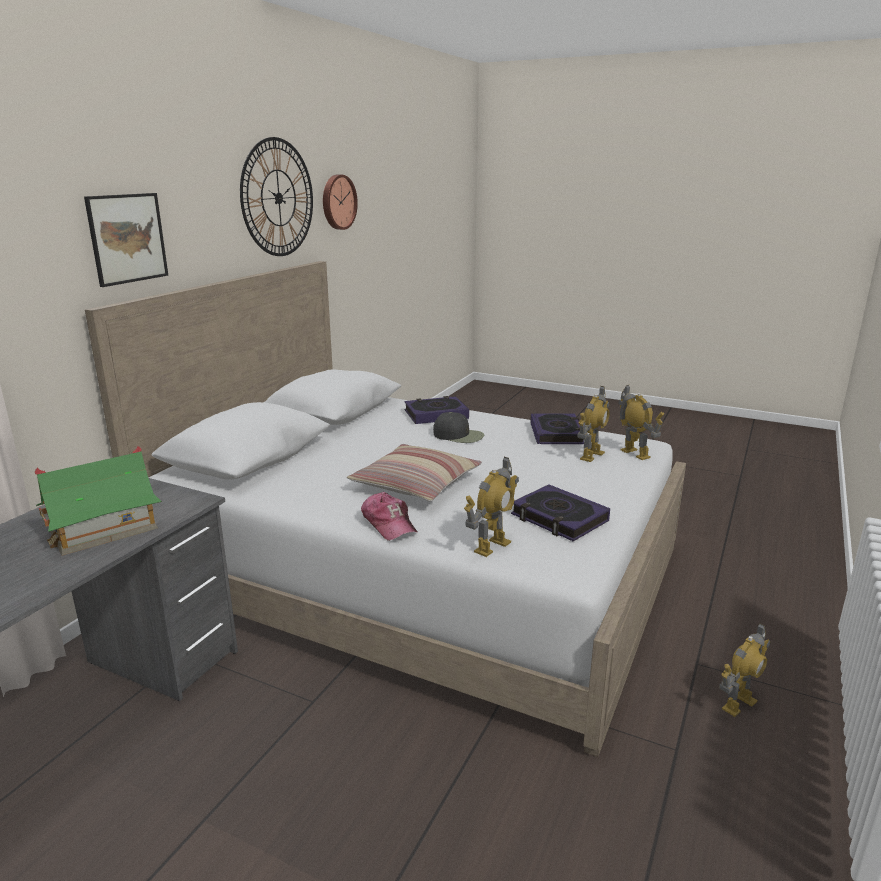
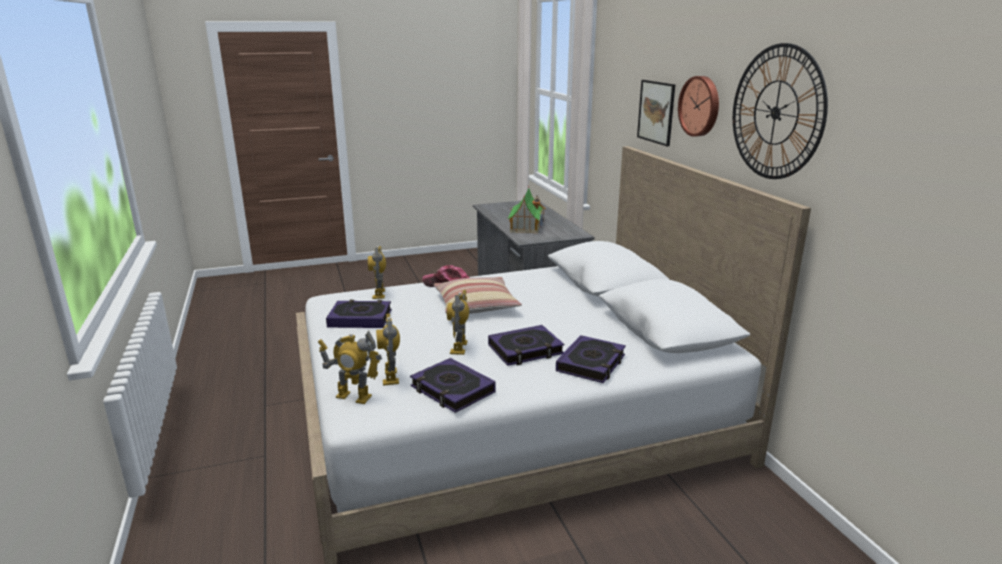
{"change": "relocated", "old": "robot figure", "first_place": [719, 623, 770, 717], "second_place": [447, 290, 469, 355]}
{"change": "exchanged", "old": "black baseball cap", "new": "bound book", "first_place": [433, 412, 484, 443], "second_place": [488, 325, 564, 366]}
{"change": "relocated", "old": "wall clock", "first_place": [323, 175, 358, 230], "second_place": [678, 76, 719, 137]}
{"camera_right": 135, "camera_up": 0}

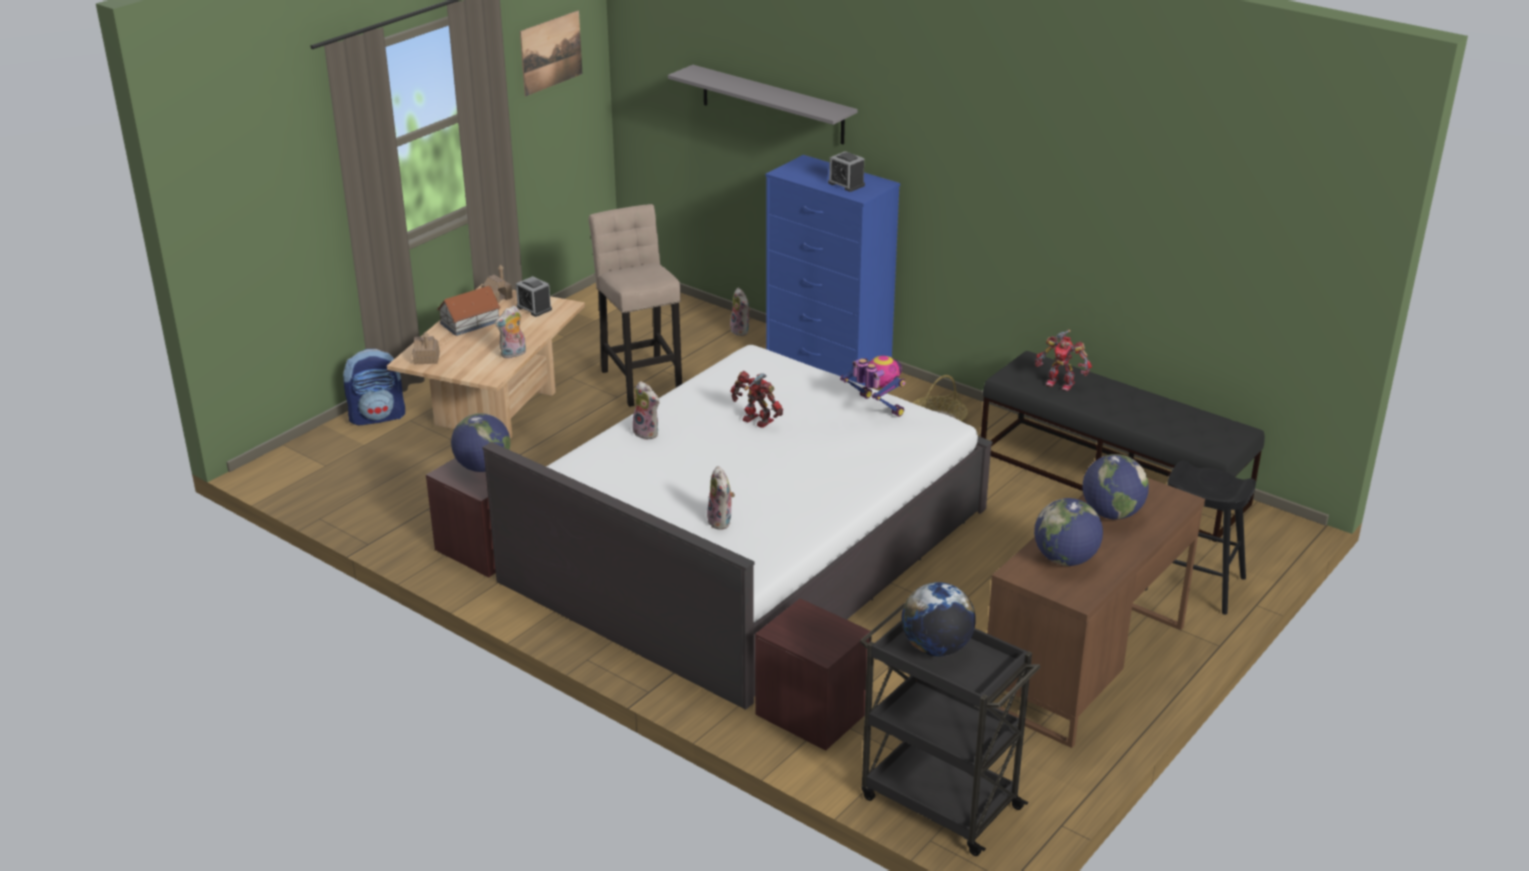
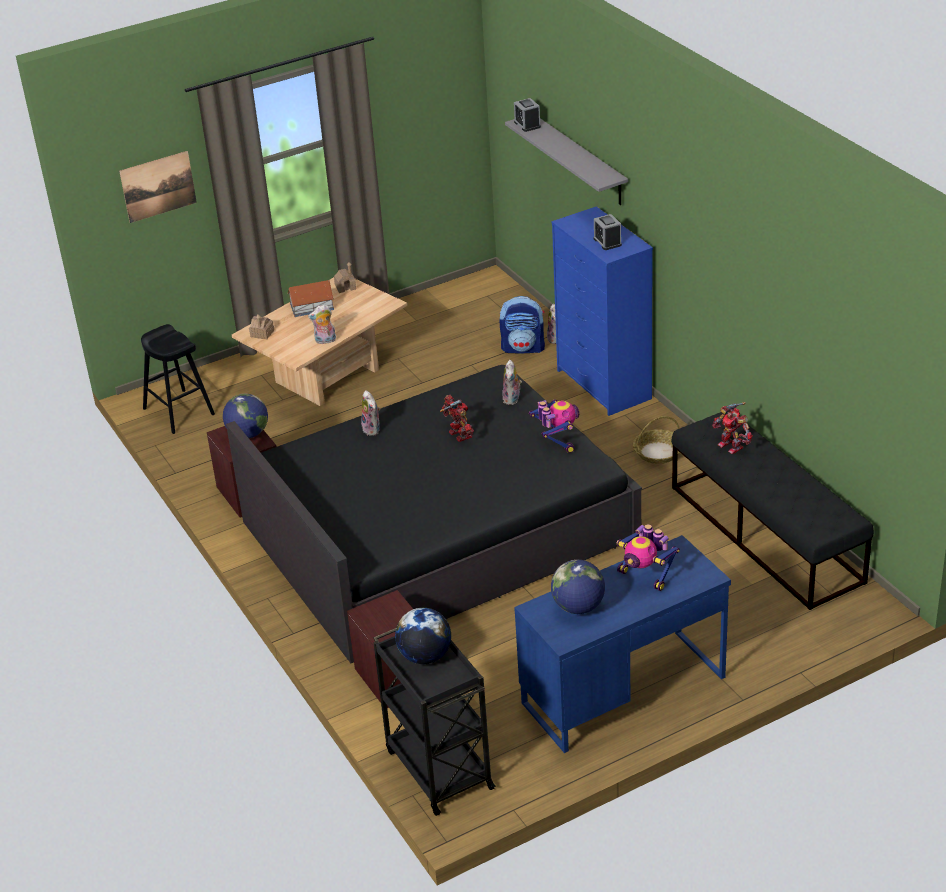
{"change": "relocated", "old": "wall picture", "first_place": [520, 11, 582, 96], "second_place": [119, 151, 197, 223]}
{"change": "relocated", "old": "black stool", "first_place": [1145, 461, 1256, 615], "second_place": [141, 324, 215, 434]}
{"change": "colour", "old": "white sleeping bed", "new": "black sleeping bed", "first_place": [482, 345, 993, 710], "second_place": [226, 365, 642, 663]}
{"change": "relocated", "old": "backpack", "first_place": [343, 349, 405, 426], "second_place": [500, 296, 545, 353]}
{"change": "relocated", "old": "cuddly toy", "first_place": [707, 466, 735, 530], "second_place": [502, 360, 522, 405]}
{"change": "relocated", "old": "table clock", "first_place": [516, 276, 552, 317], "second_place": [514, 98, 541, 132]}
{"change": "colour", "old": "brown desk", "new": "bluish desk", "first_place": [987, 478, 1205, 748], "second_place": [514, 535, 731, 753]}
{"change": "exchanged", "old": "globe", "new": "robot figure", "first_place": [1083, 454, 1149, 520], "second_place": [617, 524, 680, 591]}
{"change": "missing", "old": "beige stool", "first_place": [589, 204, 682, 407]}
{"camera_right": 25, "camera_up": 5}

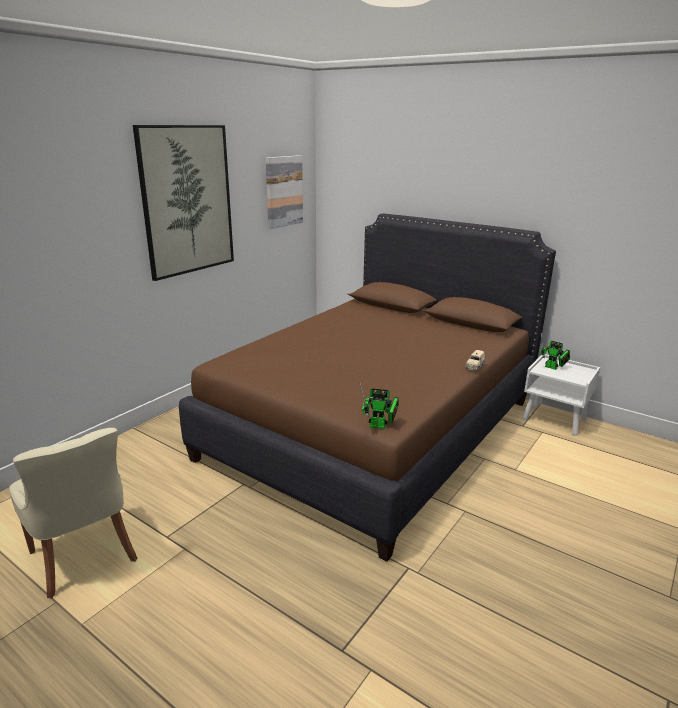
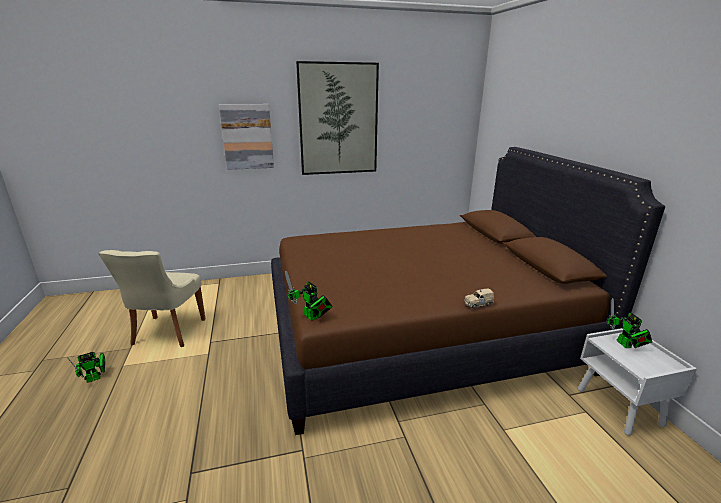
{"change": "appeared", "new": "robot figure", "second_place": [67, 352, 105, 383]}
{"change": "relocated", "old": "wall picture", "first_place": [266, 155, 303, 229], "second_place": [219, 104, 274, 170]}
{"camera_right": 40, "camera_up": 0}

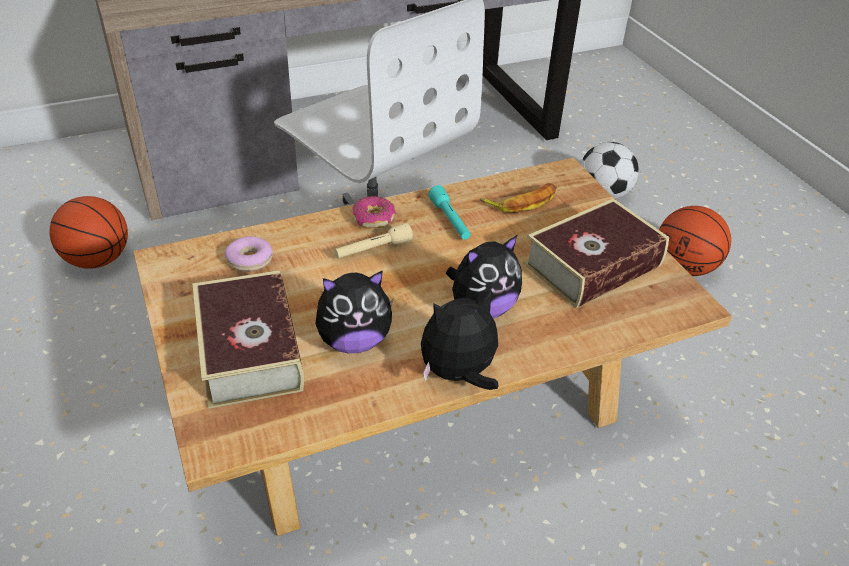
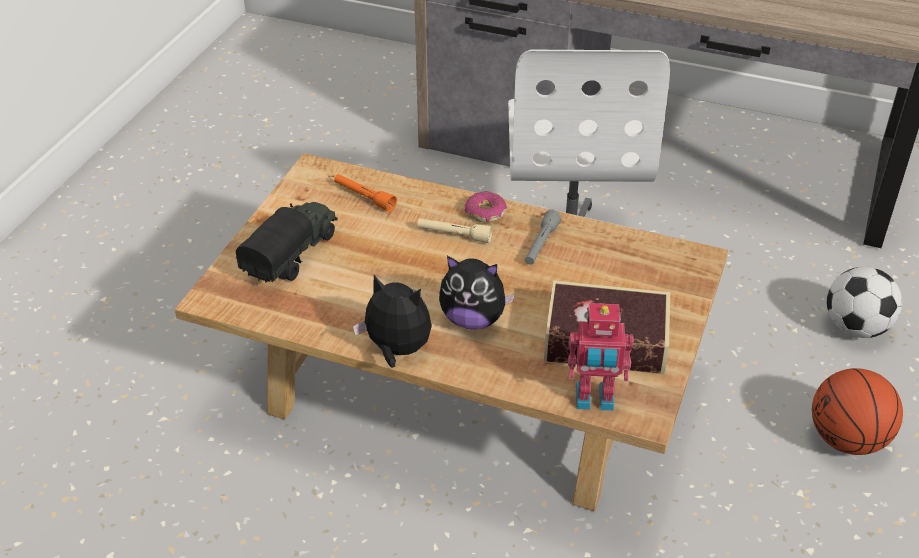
{"change": "exchanged", "old": "bound book", "new": "toy lorry", "first_place": [193, 270, 304, 409], "second_place": [236, 202, 338, 282]}
{"change": "exchanged", "old": "donut", "new": "orange-coloured flashlight", "first_place": [225, 236, 273, 272], "second_place": [334, 174, 397, 212]}
{"change": "colour", "old": "turquoise-coloured flashlight", "new": "greyish flashlight", "first_place": [428, 185, 471, 240], "second_place": [525, 210, 562, 265]}
{"change": "appeared", "new": "robot figure", "second_place": [568, 303, 634, 411]}
{"change": "missing", "old": "basketball", "first_place": [49, 196, 128, 269]}
{"change": "missing", "old": "cuddly toy", "first_place": [315, 271, 393, 353]}
{"change": "missing", "old": "banana", "first_place": [480, 183, 557, 213]}
{"camera_right": 45, "camera_up": 0}

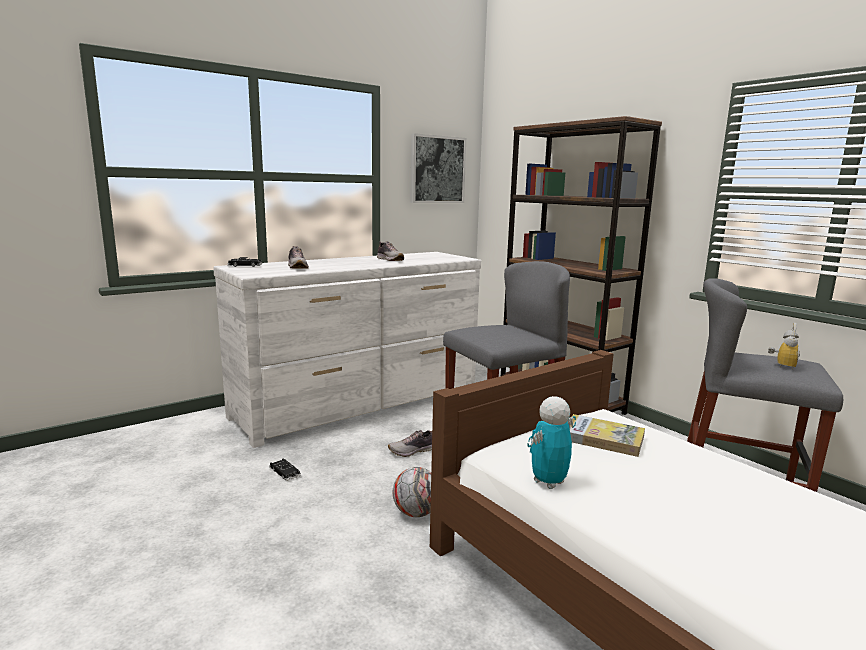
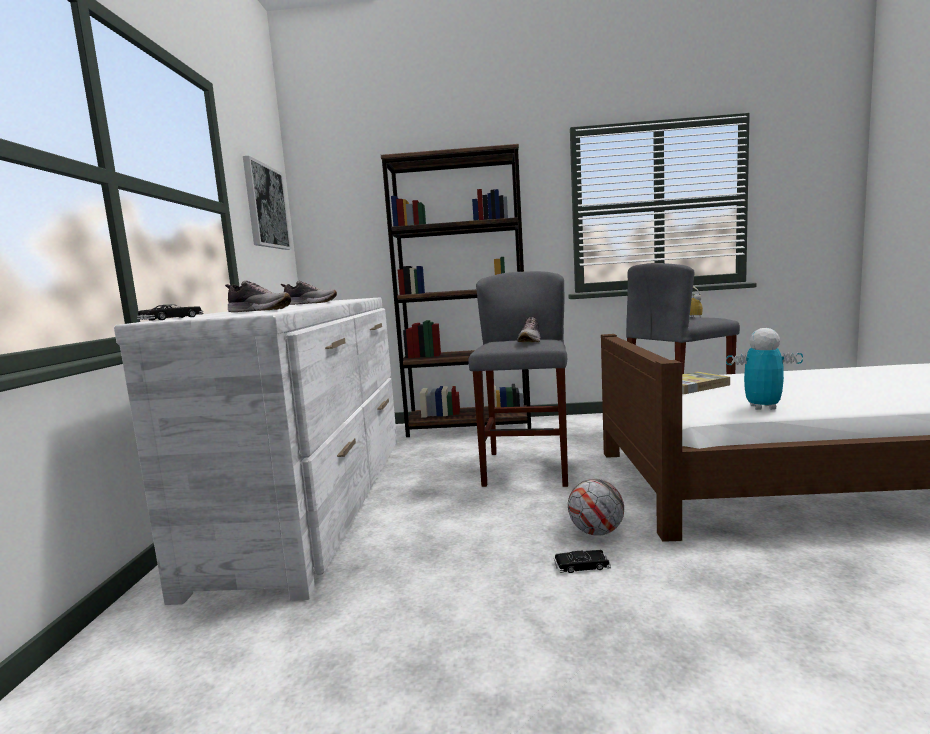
{"change": "relocated", "old": "low shoe", "first_place": [388, 430, 432, 457], "second_place": [517, 317, 541, 342]}
{"change": "relocated", "old": "black model car", "first_place": [269, 458, 301, 481], "second_place": [554, 550, 611, 573]}
{"change": "spun", "old": "robot figure", "first_place": [527, 396, 576, 489], "second_place": [726, 328, 803, 410], "degrees": 105}
{"camera_right": -50, "camera_up": -5}

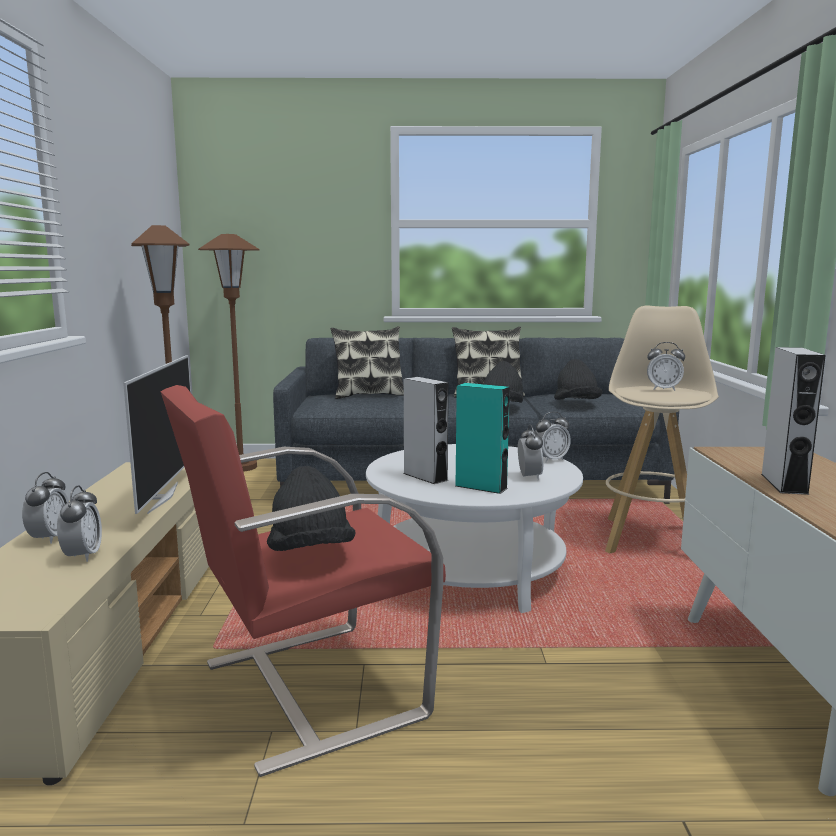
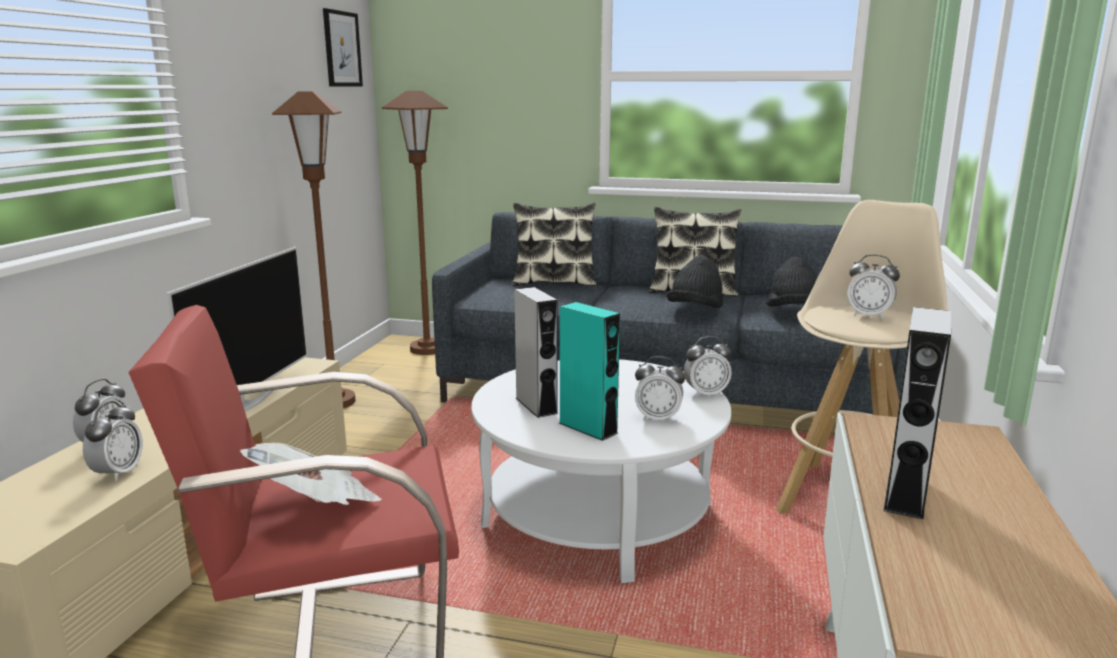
{"change": "exchanged", "old": "black hat", "new": "printed paper", "first_place": [267, 466, 356, 551], "second_place": [240, 443, 382, 505]}
{"change": "appeared", "new": "wall picture", "second_place": [323, 8, 363, 87]}
{"change": "spun", "old": "table clock", "first_place": [518, 424, 543, 480], "second_place": [635, 356, 685, 423], "degrees": 90}
{"camera_right": 15, "camera_up": 5}

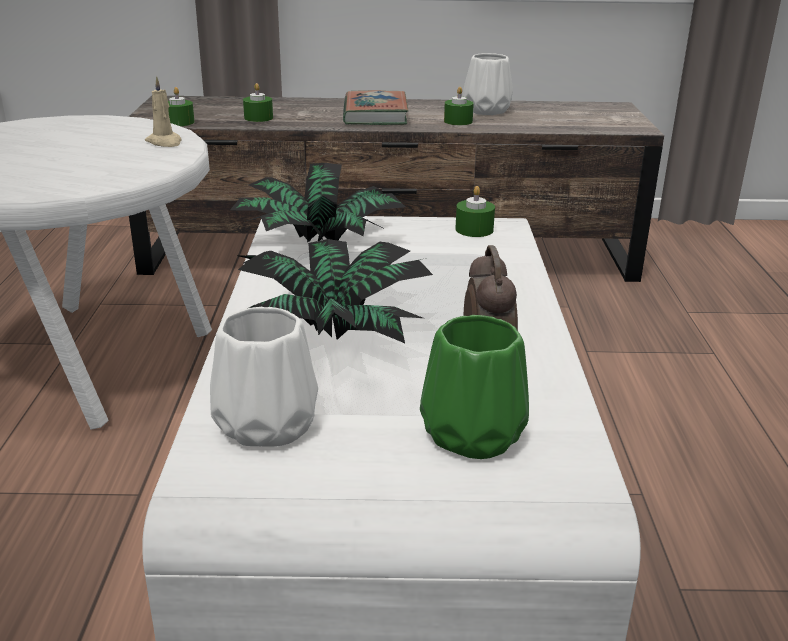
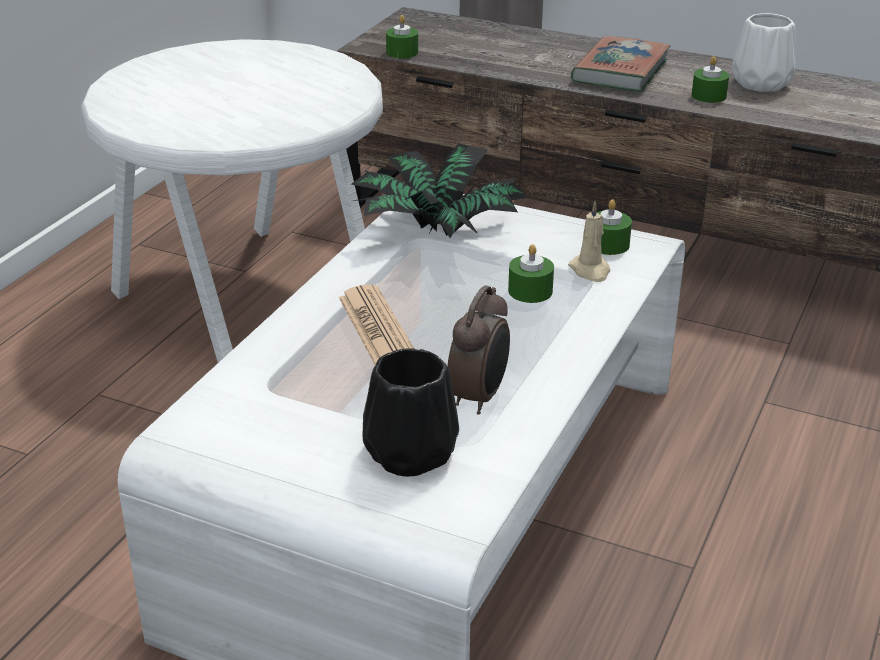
{"change": "exchanged", "old": "houseplant", "new": "printed paper", "first_place": [238, 239, 433, 343], "second_place": [339, 285, 414, 365]}
{"change": "colour", "old": "green vase", "new": "black vase", "first_place": [420, 315, 529, 459], "second_place": [362, 348, 459, 477]}
{"change": "relocated", "old": "green candle", "first_place": [243, 83, 273, 122], "second_place": [508, 244, 554, 303]}
{"change": "relocated", "old": "beige candle", "first_place": [145, 76, 182, 147], "second_place": [568, 201, 610, 282]}
{"change": "missing", "old": "white vase", "first_place": [210, 307, 318, 447]}
{"camera_right": 25, "camera_up": 5}

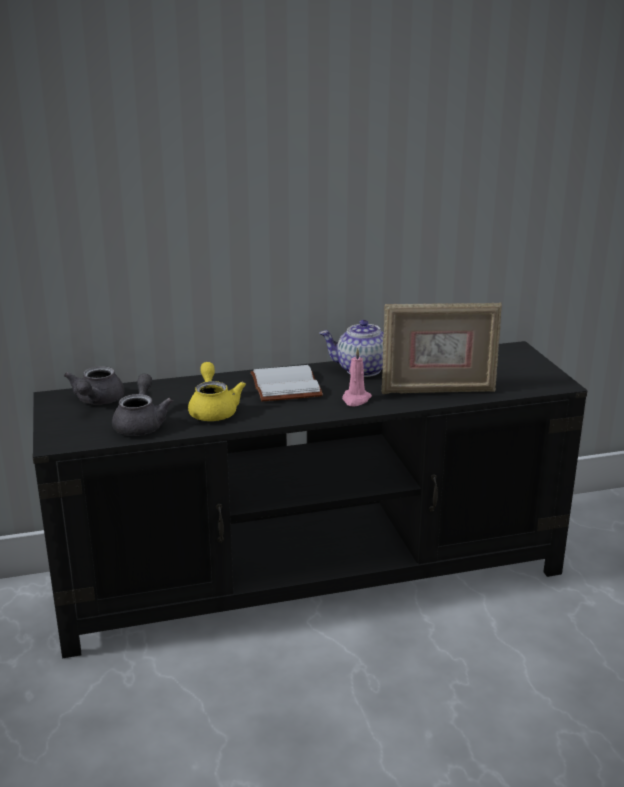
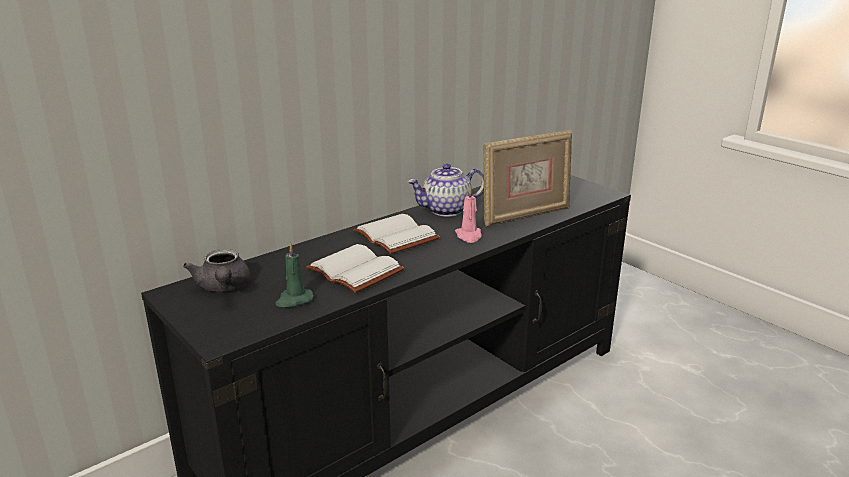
{"change": "exchanged", "old": "greyish pot for tea", "new": "green candle", "first_place": [112, 374, 173, 436], "second_place": [276, 243, 314, 307]}
{"change": "exchanged", "old": "yellow-coloured pot for tea", "new": "white bound book", "first_place": [188, 362, 246, 421], "second_place": [306, 244, 404, 293]}
{"camera_right": -25, "camera_up": 0}

